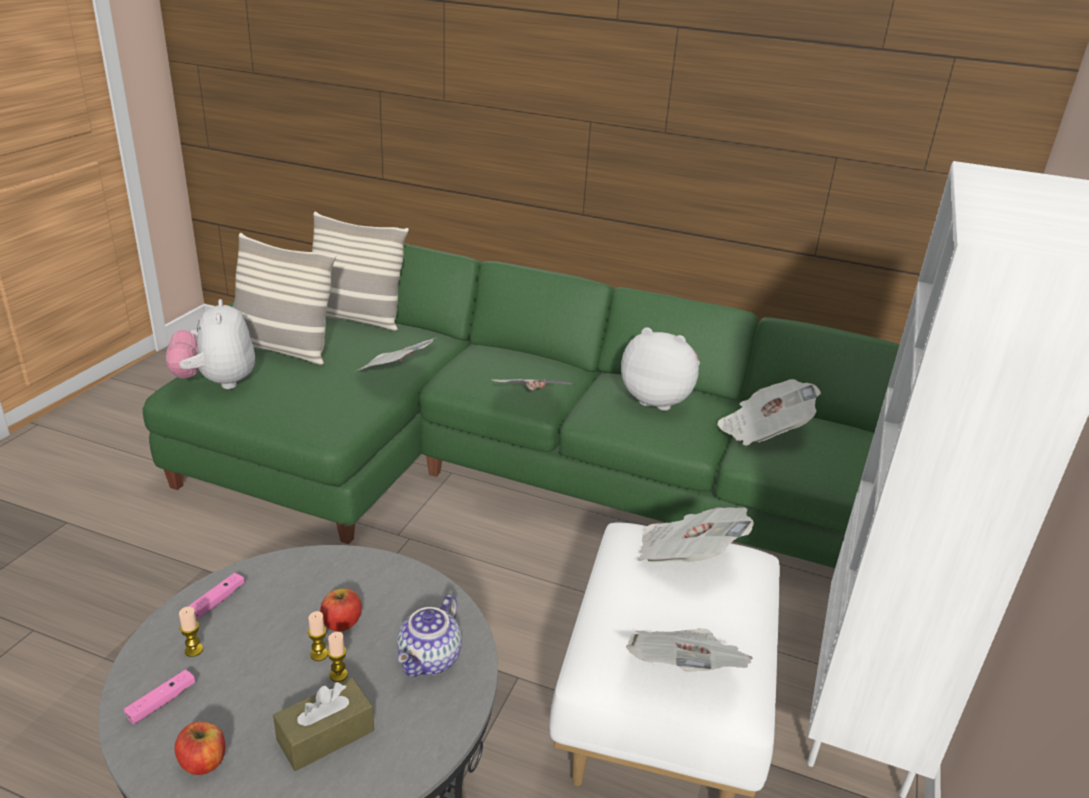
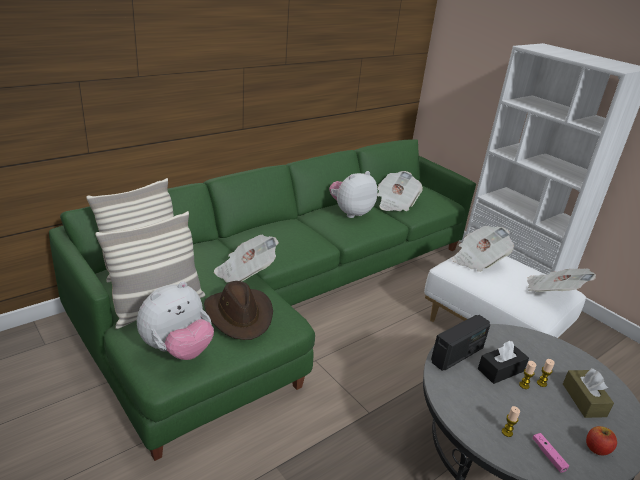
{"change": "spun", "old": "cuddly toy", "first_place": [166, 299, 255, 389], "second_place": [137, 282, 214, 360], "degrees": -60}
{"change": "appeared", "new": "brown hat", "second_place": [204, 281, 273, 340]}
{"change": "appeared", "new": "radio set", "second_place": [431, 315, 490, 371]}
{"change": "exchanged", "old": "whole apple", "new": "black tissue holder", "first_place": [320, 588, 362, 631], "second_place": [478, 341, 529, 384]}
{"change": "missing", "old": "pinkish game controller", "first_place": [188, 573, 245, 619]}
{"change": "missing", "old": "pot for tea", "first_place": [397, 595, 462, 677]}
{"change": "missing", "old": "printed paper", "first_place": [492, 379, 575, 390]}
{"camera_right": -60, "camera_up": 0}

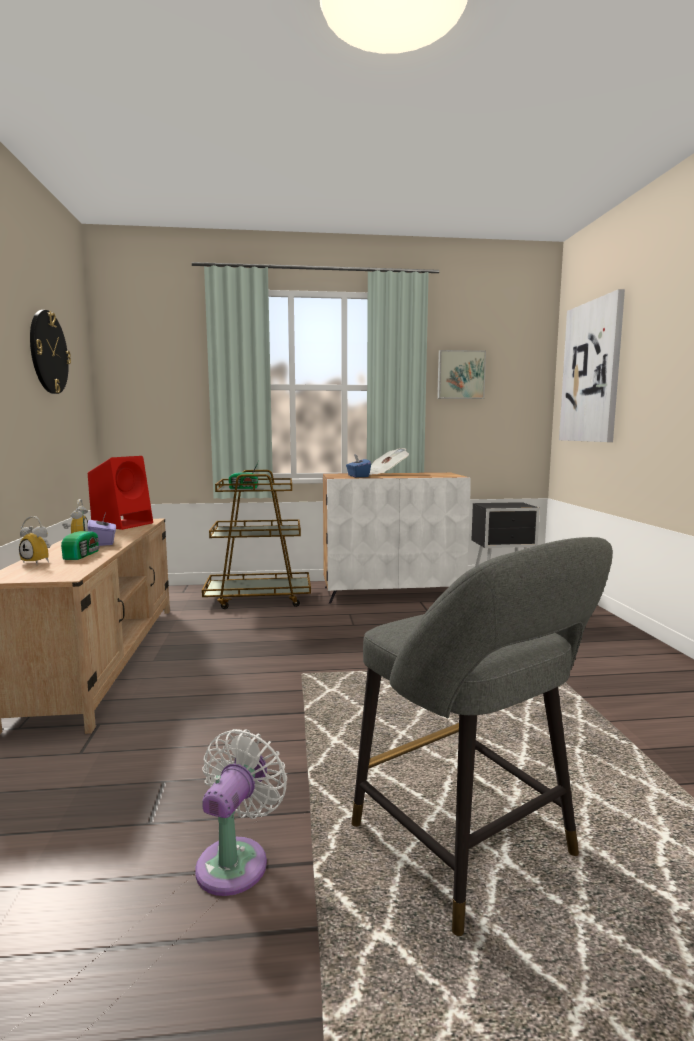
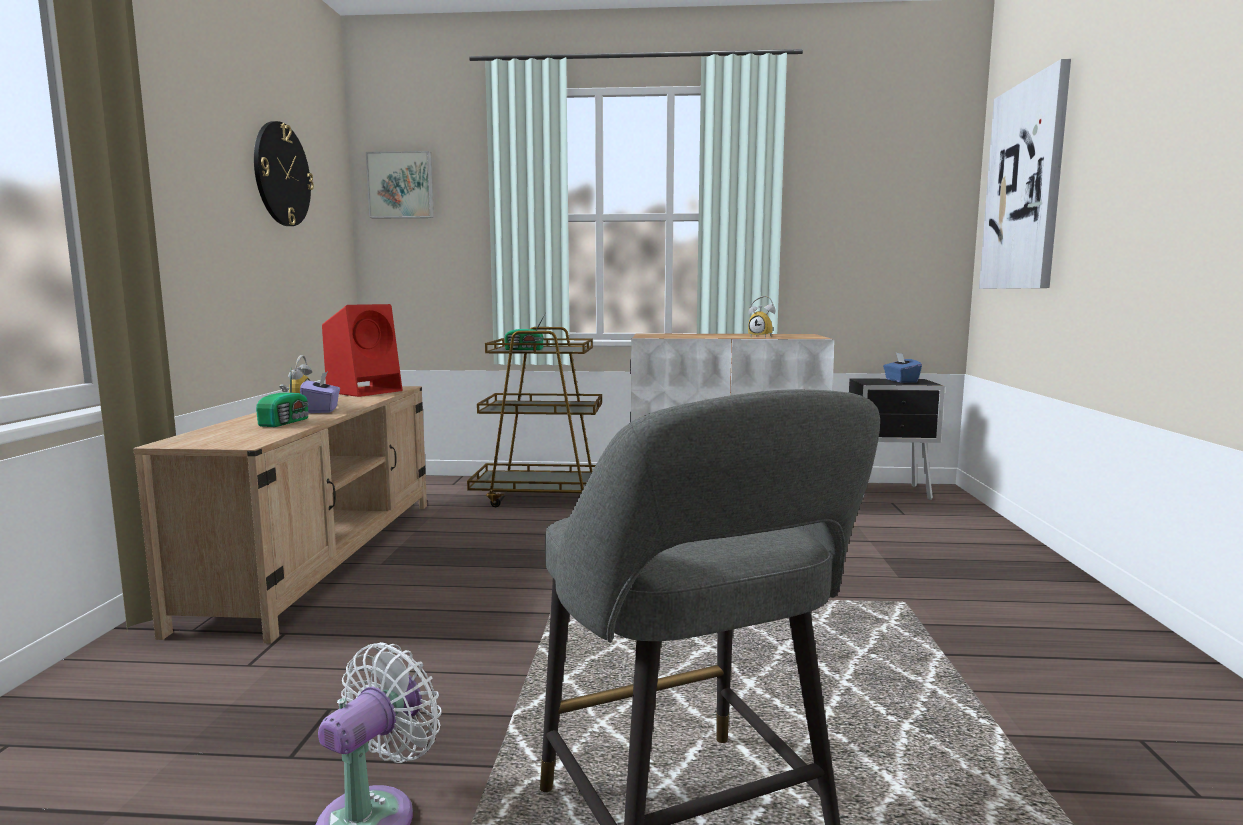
{"change": "relocated", "old": "wall picture", "first_place": [437, 350, 486, 399], "second_place": [366, 151, 434, 219]}
{"change": "relocated", "old": "table clock", "first_place": [19, 516, 51, 564], "second_place": [748, 296, 775, 338]}
{"change": "relocated", "old": "bluish tissue holder", "first_place": [346, 455, 371, 477], "second_place": [883, 353, 922, 383]}
{"change": "missing", "old": "printed paper", "first_place": [369, 448, 409, 475]}
{"camera_right": 10, "camera_up": 0}

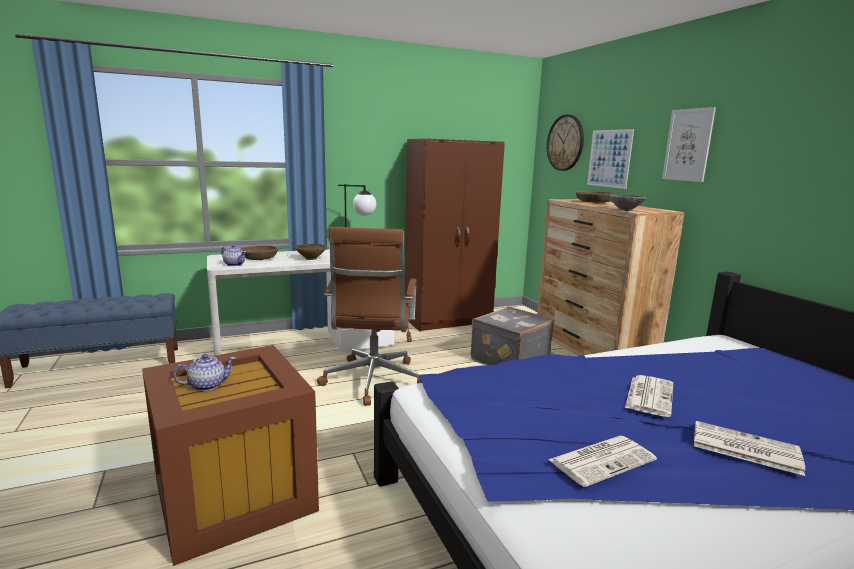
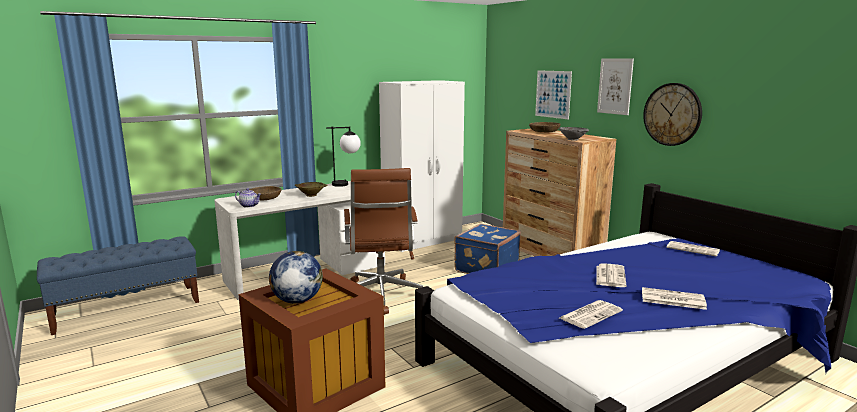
{"change": "exchanged", "old": "pot for tea", "new": "globe", "first_place": [173, 354, 236, 391], "second_place": [269, 251, 323, 304]}
{"change": "colour", "old": "brown wardrobe", "new": "white wardrobe", "first_place": [405, 138, 505, 331], "second_place": [379, 80, 465, 252]}
{"change": "colour", "old": "greyish suitcase", "new": "bluish suitcase", "first_place": [471, 306, 555, 365], "second_place": [454, 223, 521, 274]}
{"change": "relocated", "old": "wall clock", "first_place": [547, 114, 584, 171], "second_place": [643, 83, 702, 146]}
{"change": "appeared", "new": "printed paper", "second_place": [666, 241, 720, 257]}
{"camera_right": -10, "camera_up": 0}

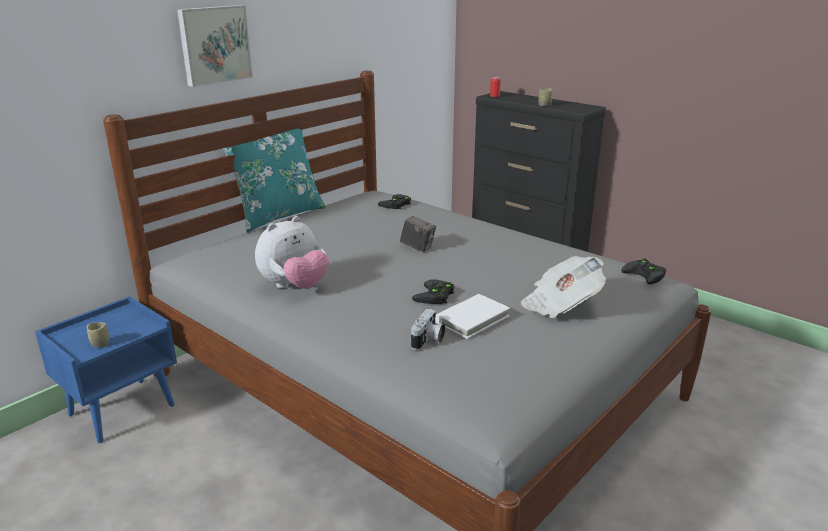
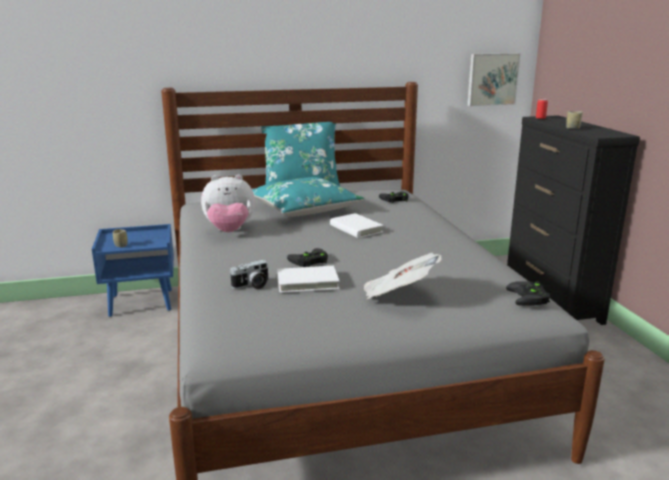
{"change": "appeared", "new": "turquoise-coloured cushion", "second_place": [252, 177, 364, 217]}
{"change": "exchanged", "old": "still camera", "new": "white bound book", "first_place": [400, 216, 436, 252], "second_place": [330, 213, 384, 238]}
{"change": "relocated", "old": "wall picture", "first_place": [177, 5, 253, 87], "second_place": [467, 53, 520, 106]}
{"camera_right": 35, "camera_up": -5}

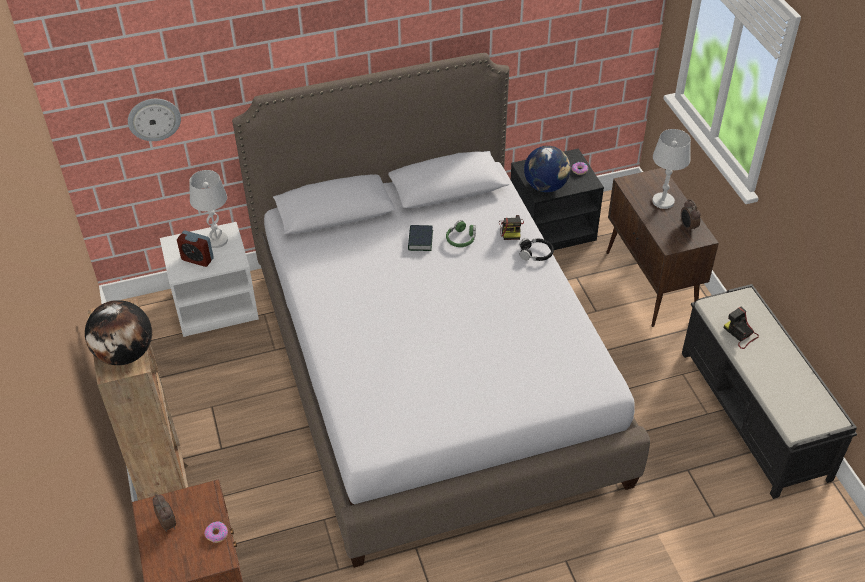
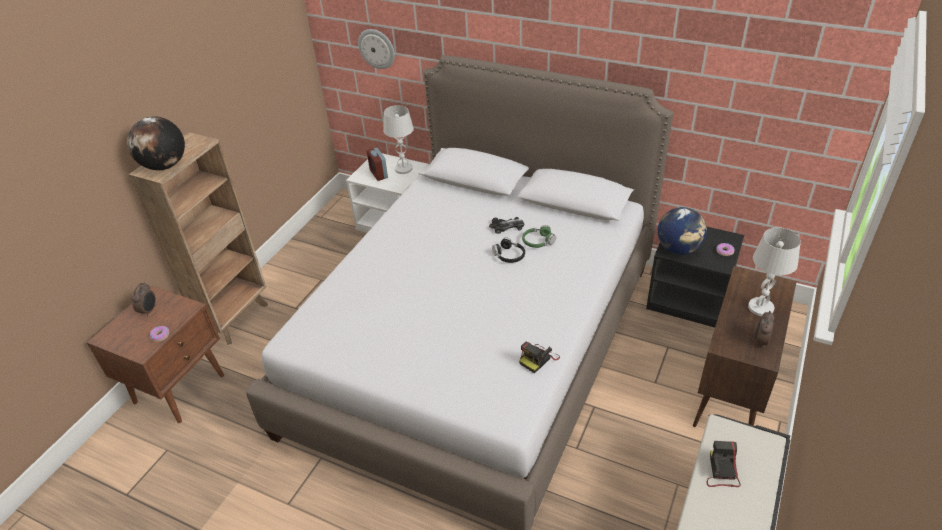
{"change": "exchanged", "old": "bound book", "new": "model car", "first_place": [408, 225, 433, 251], "second_place": [489, 217, 524, 234]}
{"change": "relocated", "old": "black headphones", "first_place": [519, 238, 554, 261], "second_place": [492, 238, 525, 263]}
{"change": "relocated", "old": "still camera", "first_place": [499, 215, 524, 240], "second_place": [519, 342, 560, 373]}
{"camera_right": 45, "camera_up": -5}

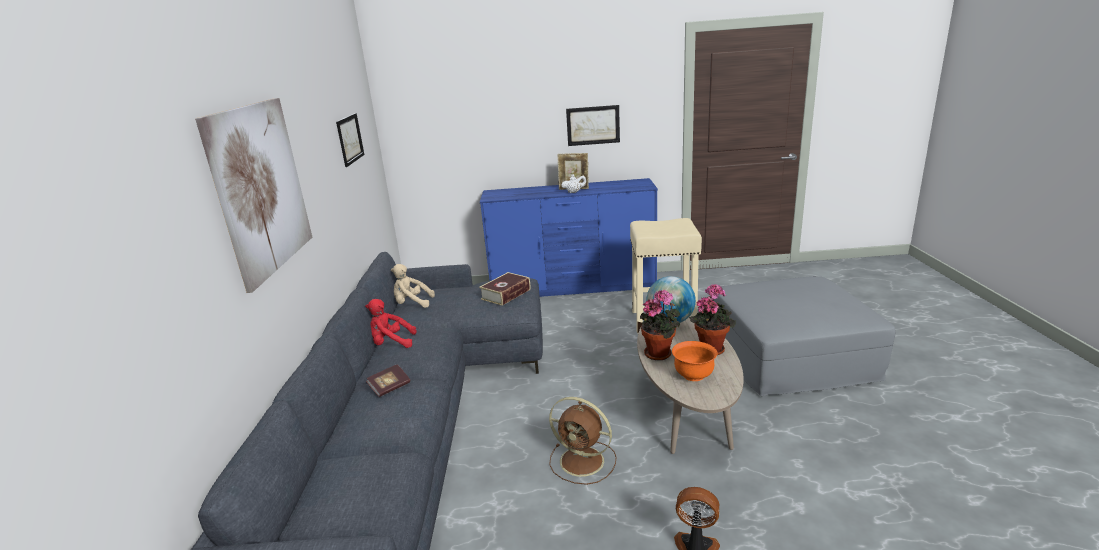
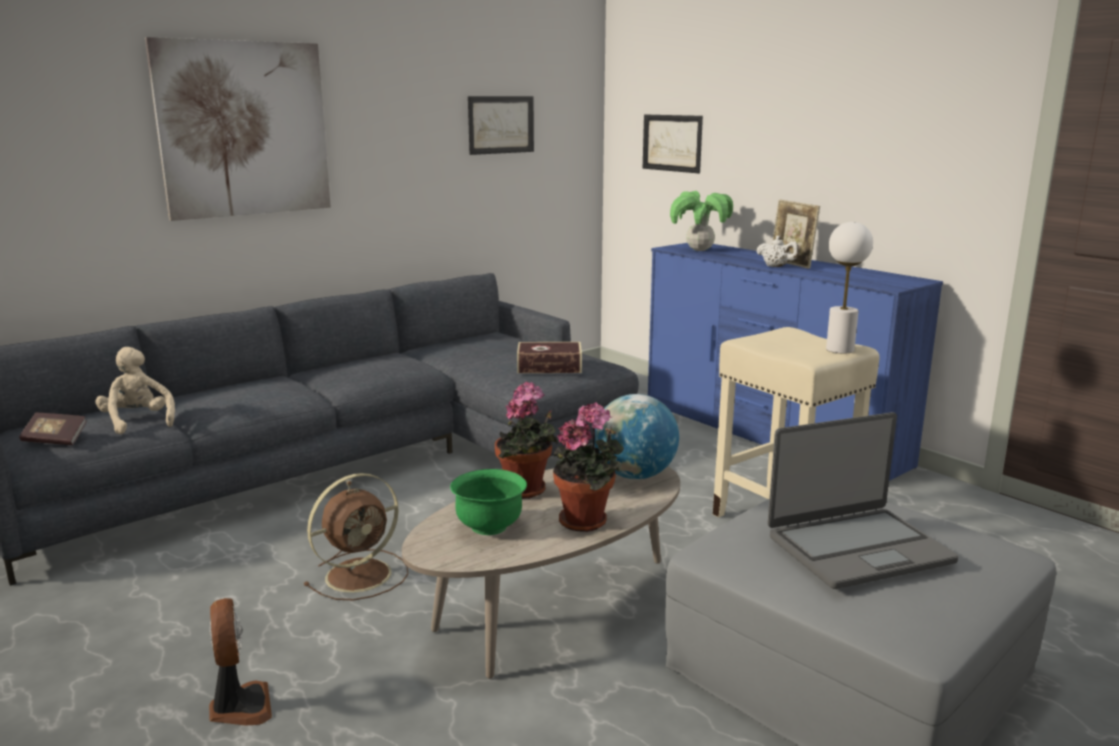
{"change": "relocated", "old": "bound book", "first_place": [366, 364, 410, 397], "second_place": [19, 413, 87, 445]}
{"change": "relocated", "old": "beige cuddly toy", "first_place": [391, 264, 435, 308], "second_place": [95, 347, 175, 434]}
{"change": "spun", "old": "brown electric fan", "first_place": [549, 397, 616, 485], "second_place": [304, 473, 408, 600], "degrees": -120}
{"change": "colour", "old": "orange-coloured bowl", "new": "green bowl", "first_place": [672, 341, 718, 381], "second_place": [450, 469, 527, 535]}
{"change": "relocated", "old": "wall picture", "first_place": [566, 105, 620, 146], "second_place": [643, 115, 703, 173]}
{"change": "appeared", "new": "houseplant", "second_place": [670, 191, 733, 251]}
{"change": "appeared", "new": "laptop", "second_place": [768, 412, 959, 589]}
{"change": "appeared", "new": "white tabletop lamp", "second_place": [826, 222, 873, 354]}
{"change": "missing", "old": "red cuddly toy", "first_place": [365, 299, 416, 348]}
{"camera_right": 50, "camera_up": -5}

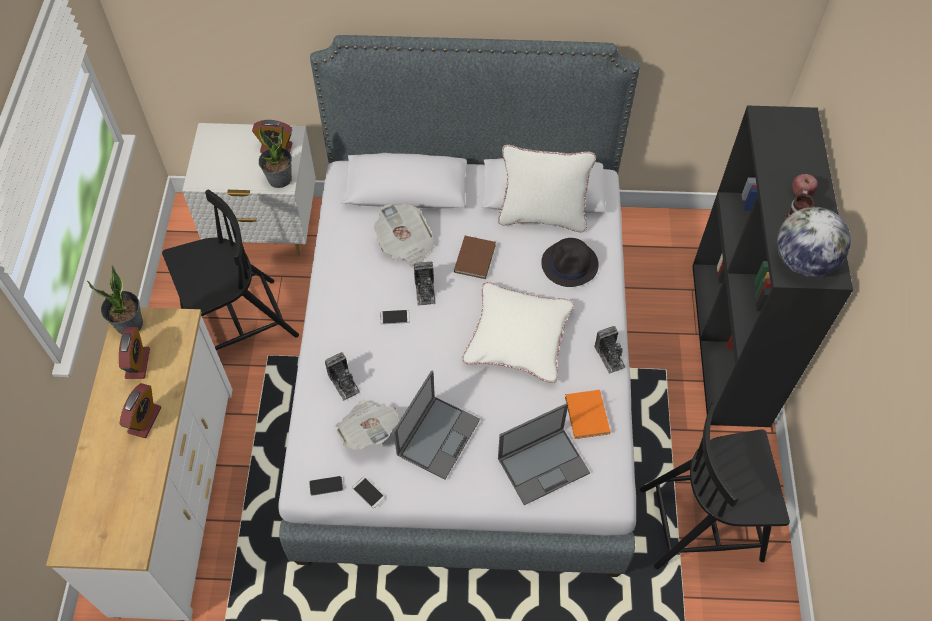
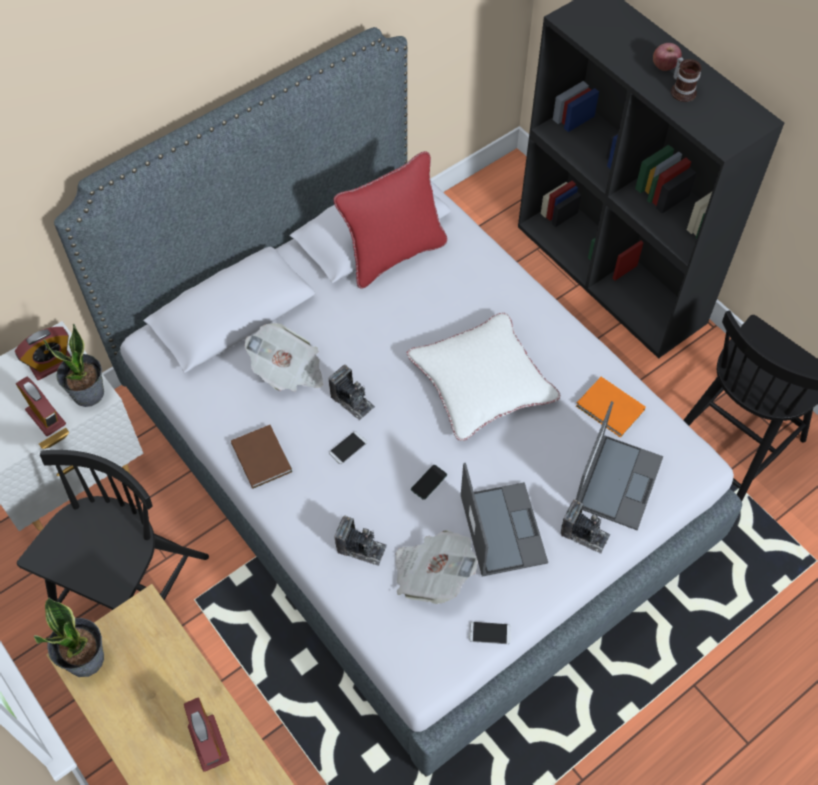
{"change": "relocated", "old": "table clock", "first_place": [119, 327, 150, 379], "second_place": [16, 376, 66, 436]}
{"change": "relocated", "old": "brown bound book", "first_place": [454, 236, 496, 279], "second_place": [231, 425, 292, 489]}
{"change": "colour", "old": "white cushion", "new": "red cushion", "first_place": [498, 145, 596, 232], "second_place": [333, 151, 447, 288]}
{"change": "relocated", "old": "telephone", "first_place": [309, 476, 343, 496], "second_place": [411, 465, 447, 500]}
{"change": "relocated", "old": "still camera", "first_place": [594, 326, 626, 374], "second_place": [561, 499, 610, 554]}
{"change": "missing", "old": "black hat", "first_place": [541, 238, 599, 287]}
{"change": "missing", "old": "globe", "first_place": [777, 207, 851, 277]}
{"camera_right": -40, "camera_up": 0}

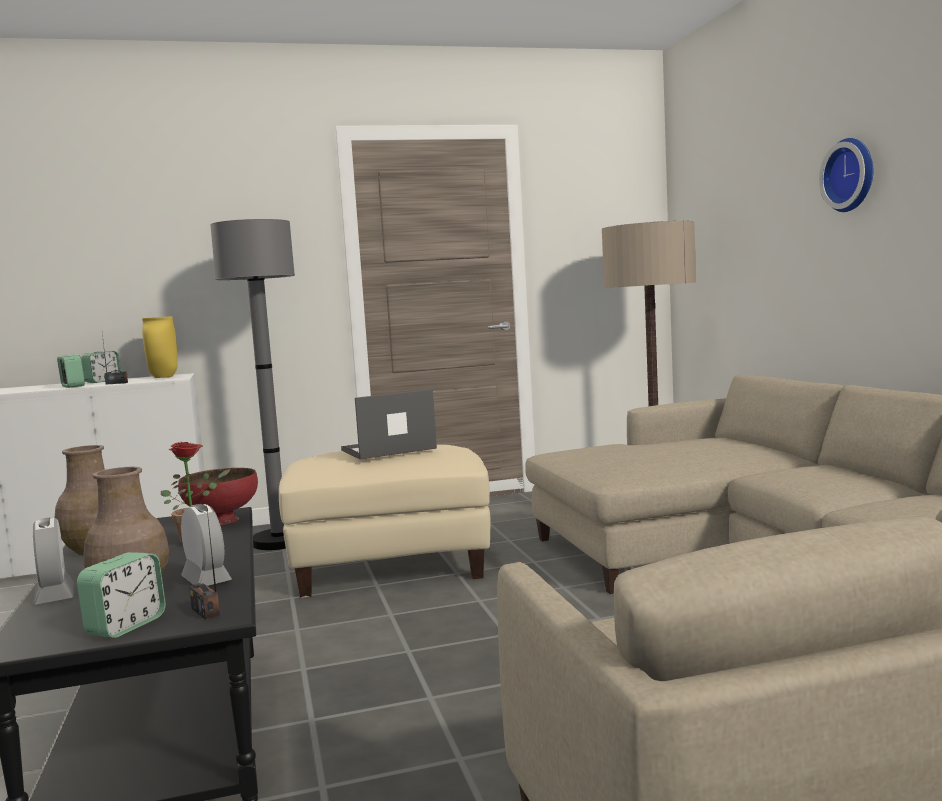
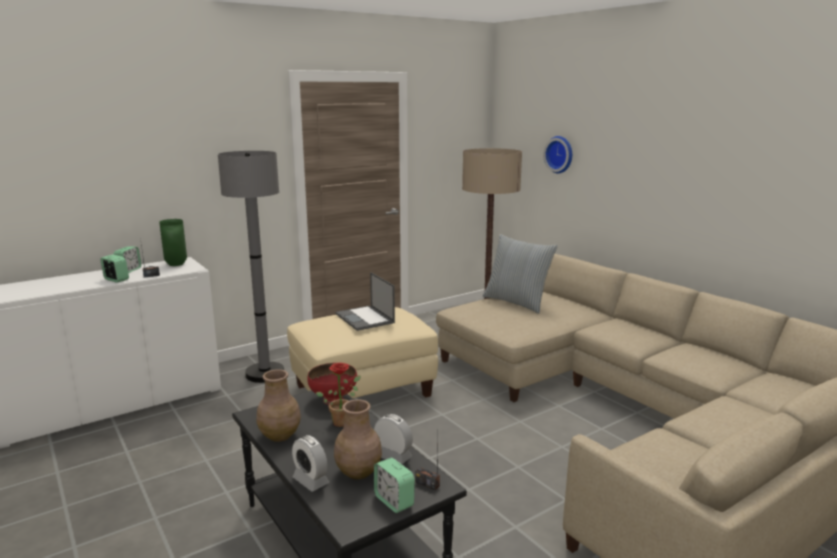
{"change": "colour", "old": "yellow-coloured vase", "new": "green vase", "first_place": [142, 316, 178, 378], "second_place": [159, 219, 187, 266]}
{"change": "spun", "old": "laptop", "first_place": [341, 389, 437, 459], "second_place": [336, 272, 395, 331], "degrees": -75}
{"change": "spun", "old": "table clock", "first_place": [77, 552, 166, 638], "second_place": [374, 458, 415, 513], "degrees": 135}
{"change": "appeared", "new": "cushion", "second_place": [483, 234, 558, 314]}
{"change": "relocated", "old": "wall clock", "first_place": [819, 138, 874, 212], "second_place": [543, 136, 572, 173]}
{"camera_right": -20, "camera_up": 10}

